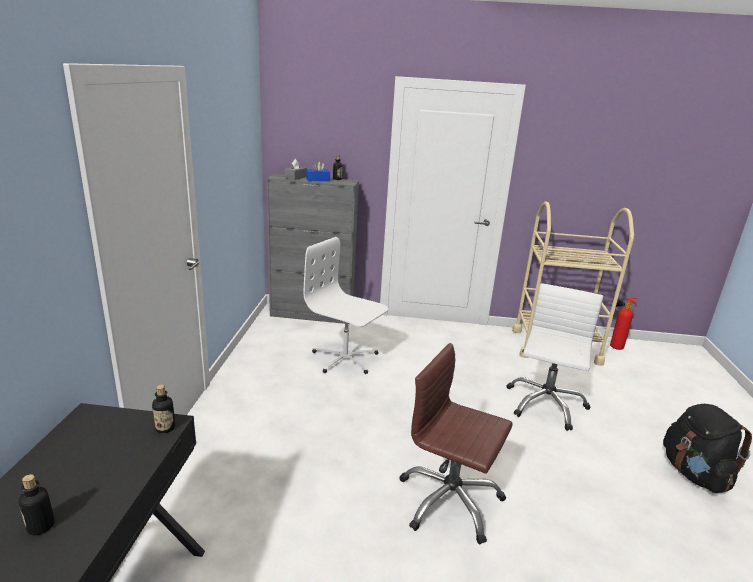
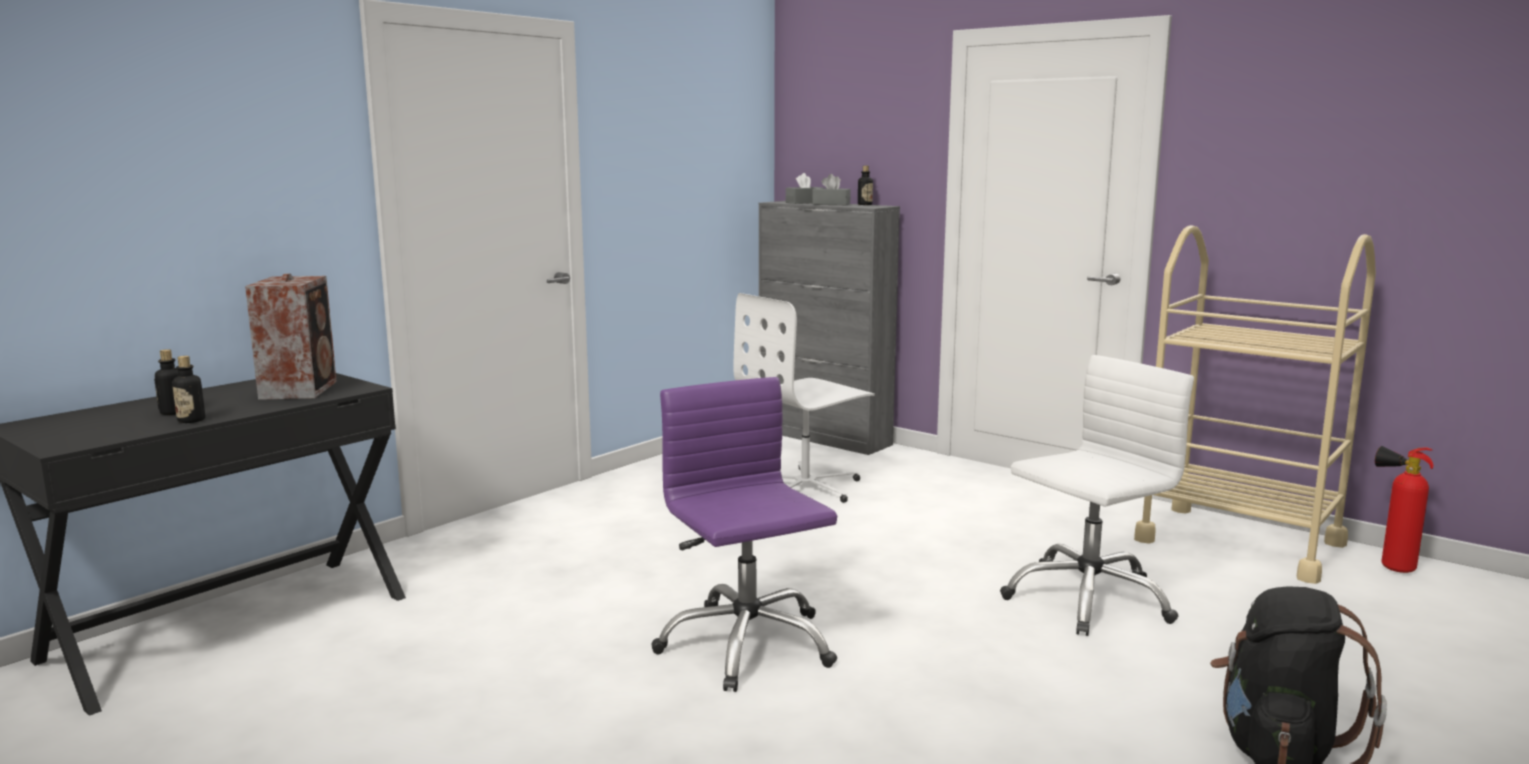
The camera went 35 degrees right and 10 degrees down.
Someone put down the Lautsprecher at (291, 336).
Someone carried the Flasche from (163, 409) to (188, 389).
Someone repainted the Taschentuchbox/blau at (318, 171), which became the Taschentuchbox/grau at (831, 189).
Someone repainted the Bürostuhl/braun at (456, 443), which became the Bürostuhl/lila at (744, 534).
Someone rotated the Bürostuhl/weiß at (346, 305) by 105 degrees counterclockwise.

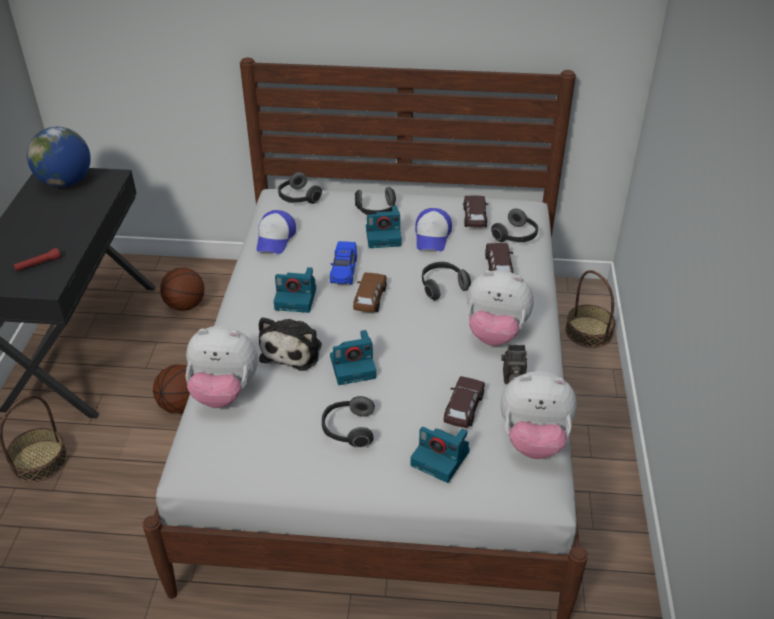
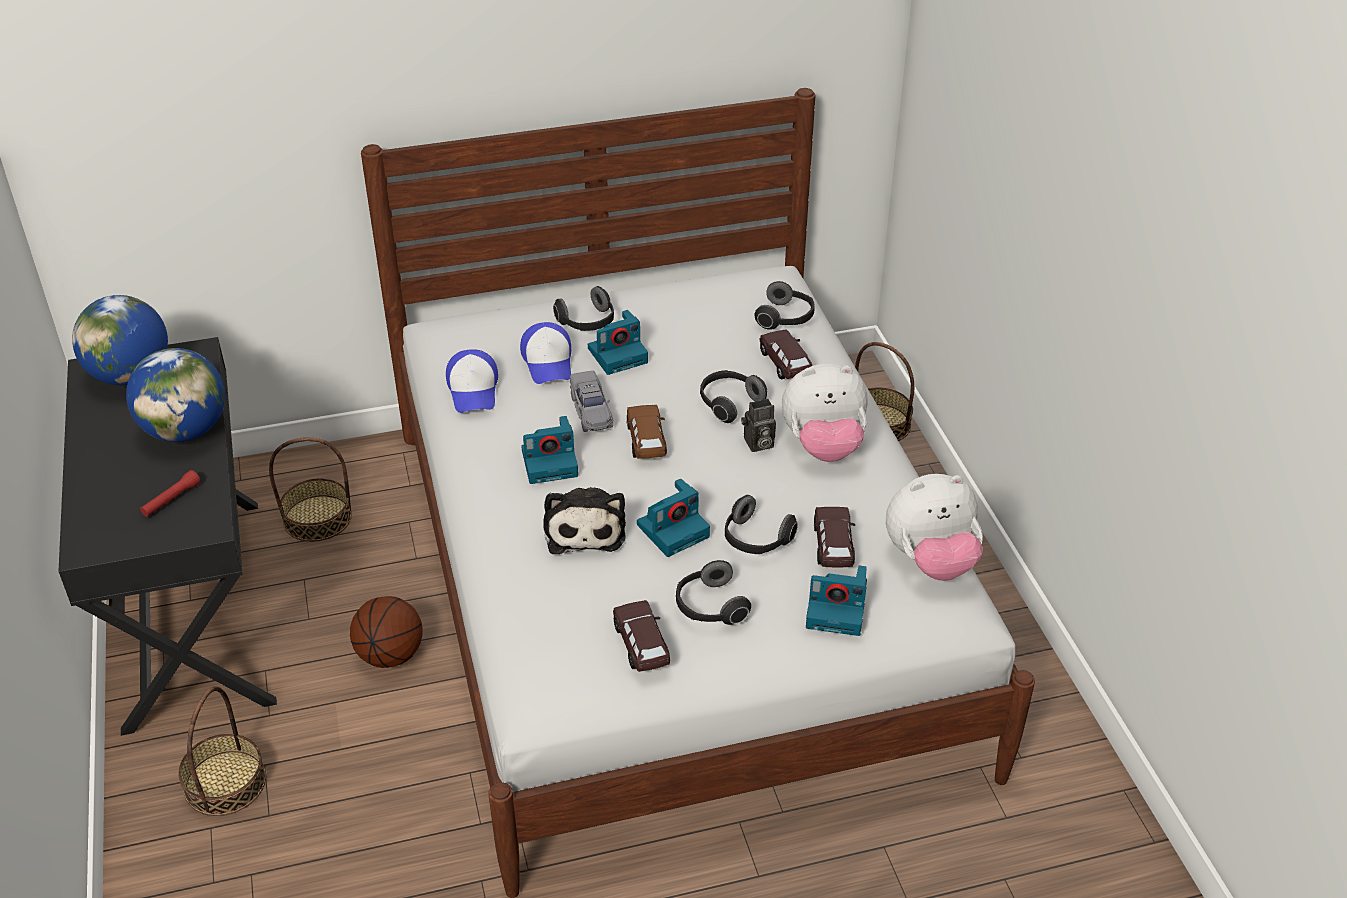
The camera went 20 degrees left and 0 degrees up.
Someone took away the Plüschtier at (221, 367).
Someone put down the Globus at (175, 395).
Someone carried the Kopfhörer from (300, 188) to (761, 524).
Someone carried the Kappe from (433, 229) to (545, 353).
Someone carried the Spielzeugauto/braun from (475, 211) to (641, 636).
Someone carried the Kamera from (514, 364) to (758, 425).
Someone swapped the Basketball at (182, 289) for the Korb at (310, 489).
Someone repainted the Spielzeugauto/blau at (343, 262), which became the Spielzeugauto/grau at (591, 401).

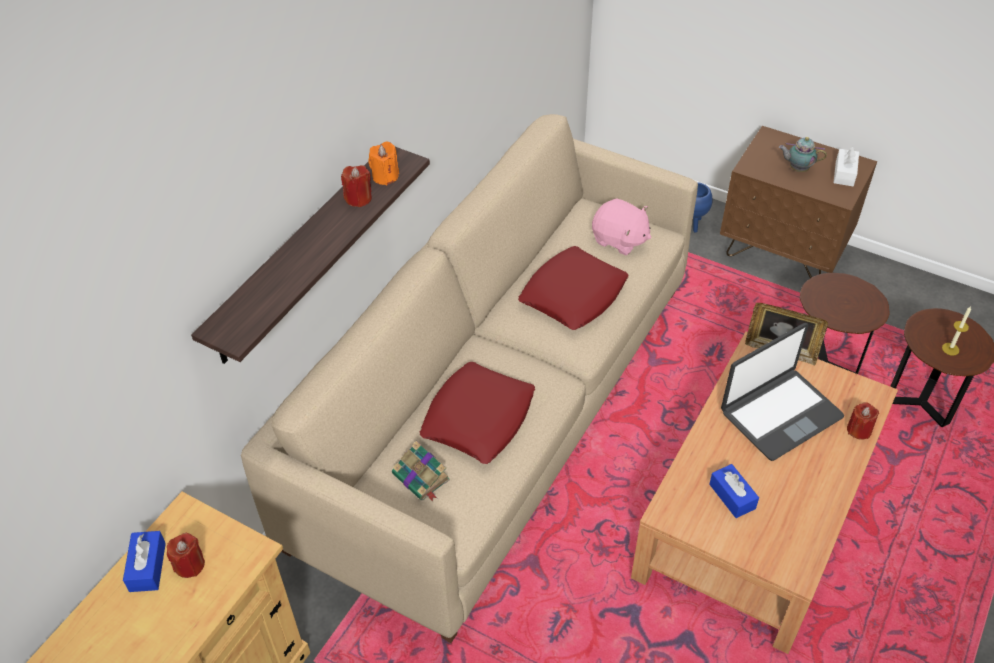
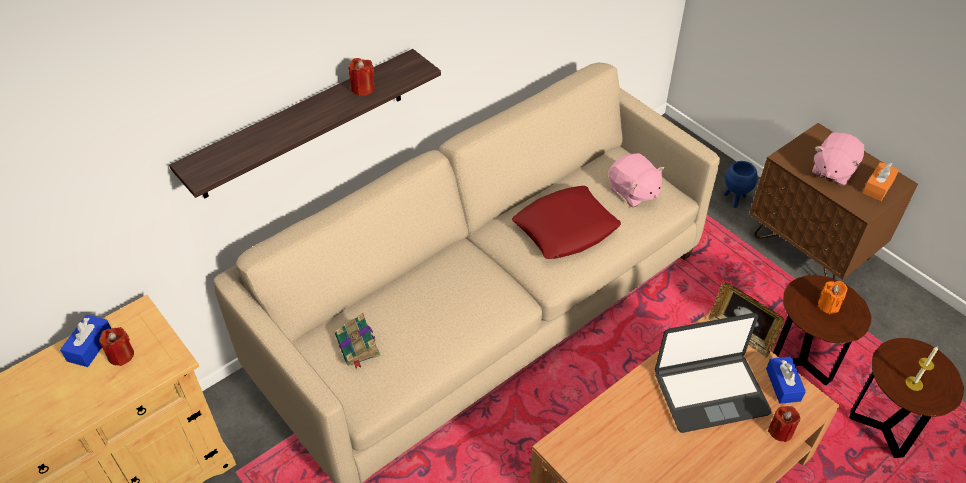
The camera went 20 degrees right and 0 degrees up.
Someone took away the Kissen/rot at (477, 413).
Someone carried the Kerze/orange from (383, 163) to (833, 297).
Someone carried the Taschentuchbox/blau from (734, 491) to (786, 380).
Someone swapped the Teekanne at (803, 154) for the Plüschtier/rosa at (838, 159).
Someone repainted the Taschentuchbox/weiß at (846, 166), which became the Taschentuchbox/orange at (880, 181).

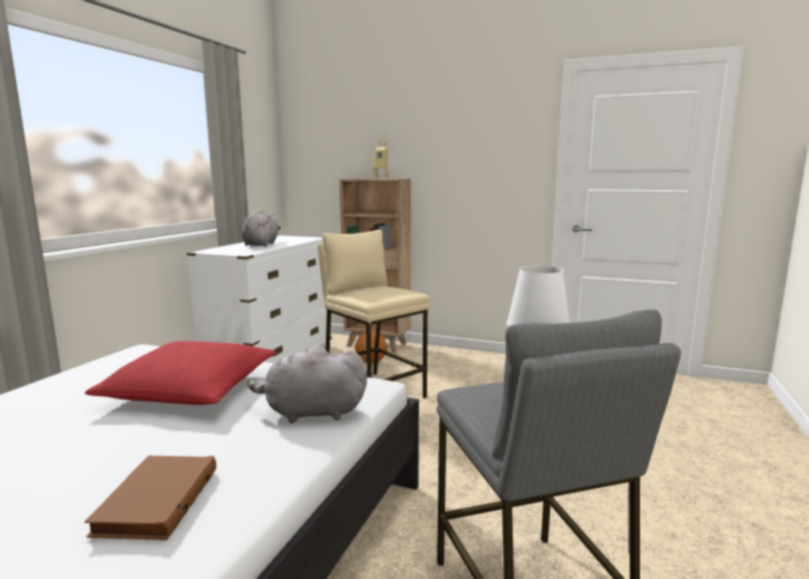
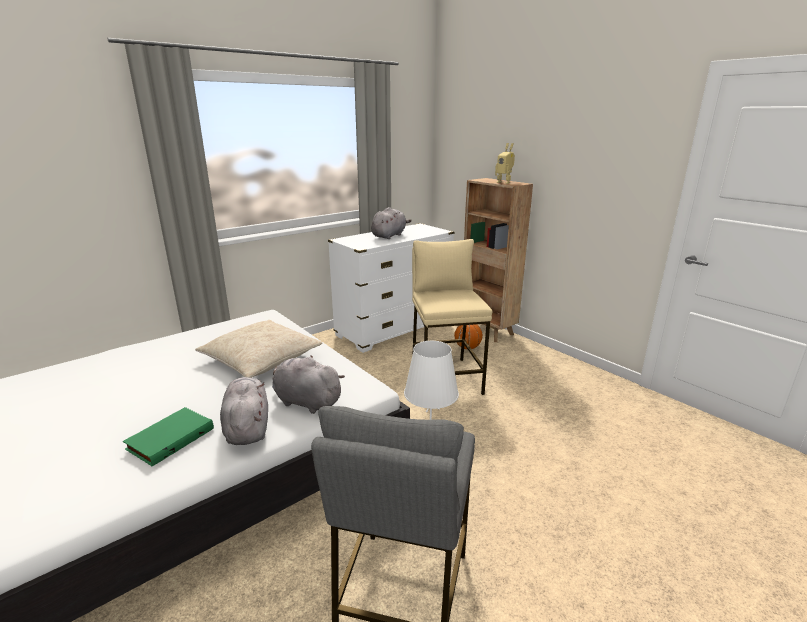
The camera went 30 degrees right and 10 degrees up.
Someone put down the Plüschtier/grau at (244, 411).
Someone repainted the Buch/braun at (150, 498), which became the Buch/grün at (168, 436).
Someone repainted the Kissen/rot at (180, 373), which became the Kissen/beige at (258, 349).

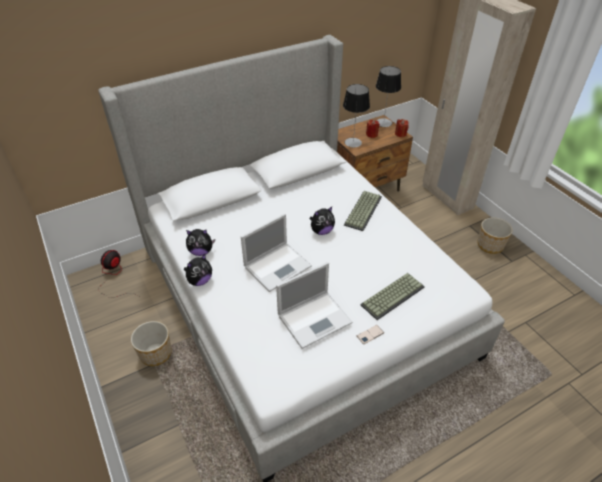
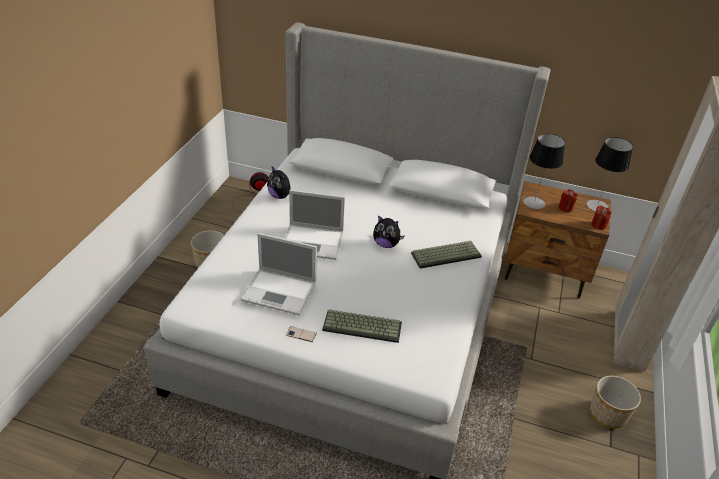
The camera went 45 degrees right and 5 degrees down.
Someone took away the Plüschtier at (198, 270).

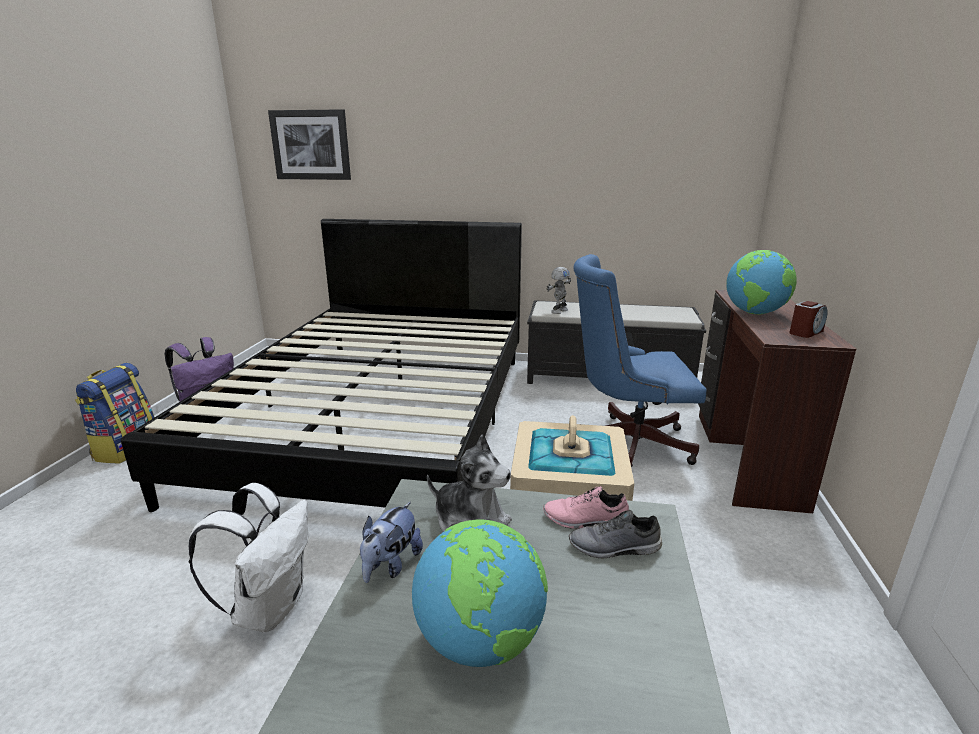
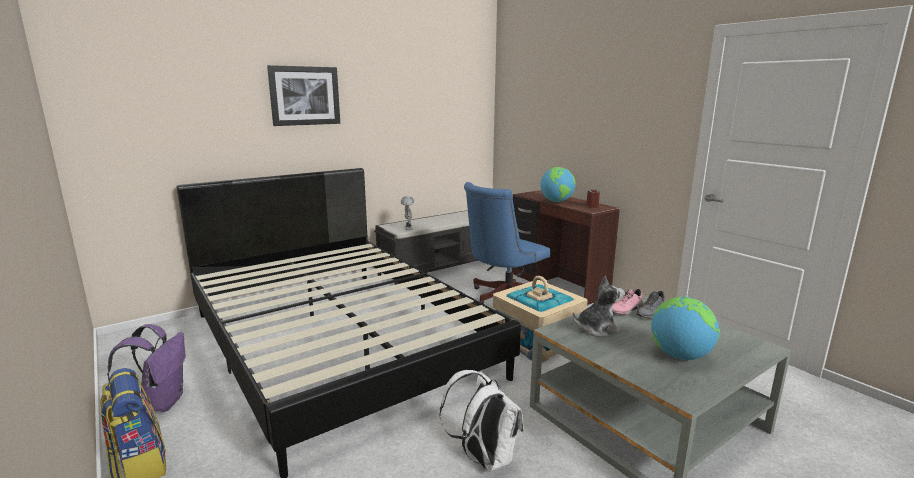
The camera went 45 degrees left and 5 degrees down.
Someone took away the Plüschtier at (391, 542).
Someone carried the Bild from (309, 144) to (303, 95).

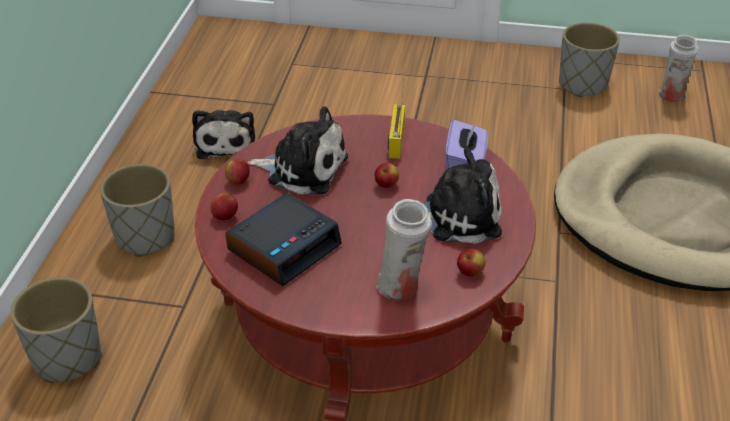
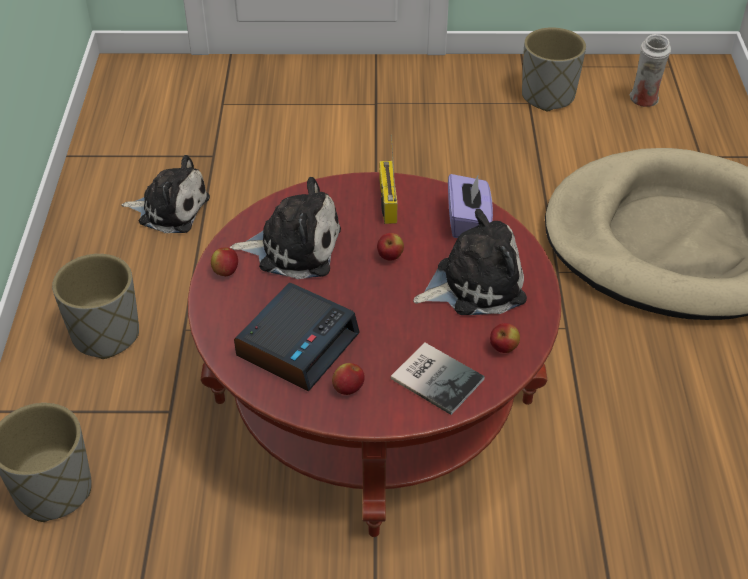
The camera went 10 degrees left and 5 degrees up.
Someone carried the Apfel from (224, 207) to (348, 379).
Someone swapped the Vase/weiß at (404, 249) for the Buch at (438, 379).
Someone rotated the Plüschtier at (223, 134) by 60 degrees counterclockwise.

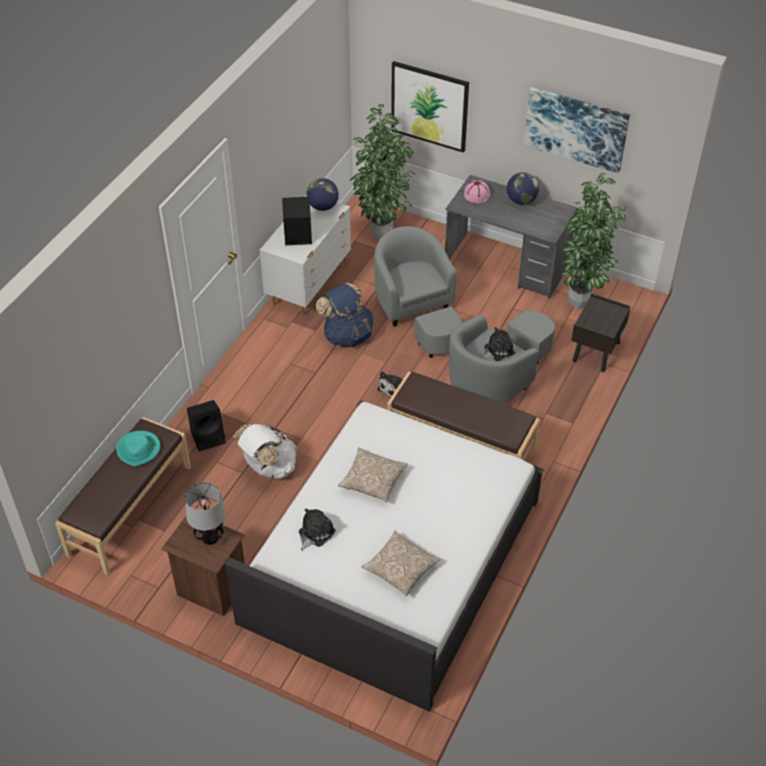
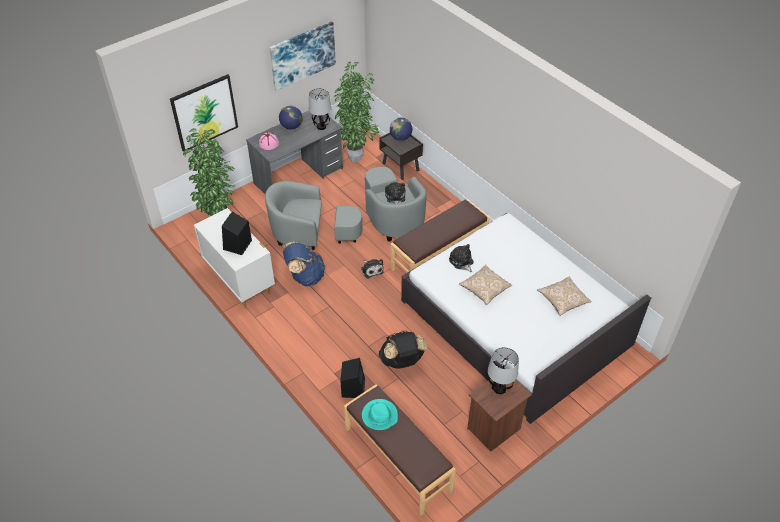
The camera went 65 degrees left and 0 degrees up.
Someone put down the Tischlampe at (320, 109).
Someone carried the Plüschtier from (317, 530) to (461, 258).
Someone carried the Globus from (322, 194) to (401, 129).
Someone repainted the Rucksack/weiß at (264, 451), which became the Rucksack/schwarz at (403, 349).

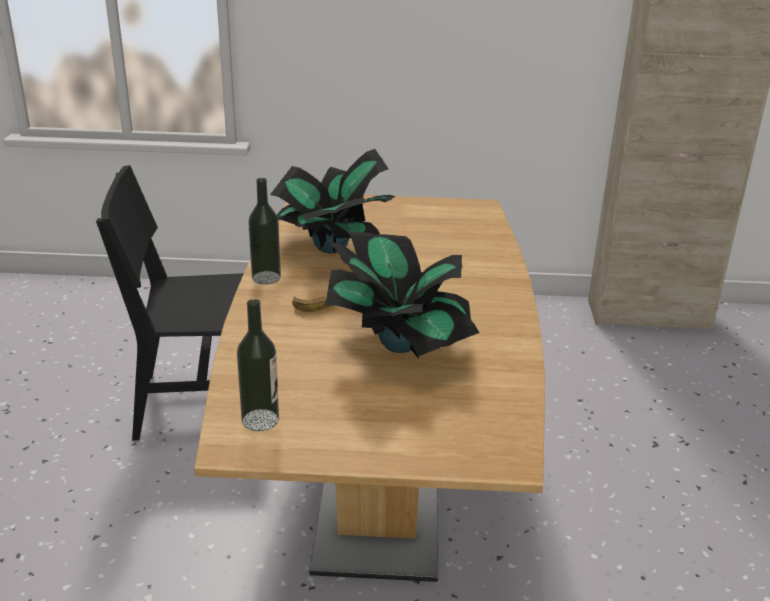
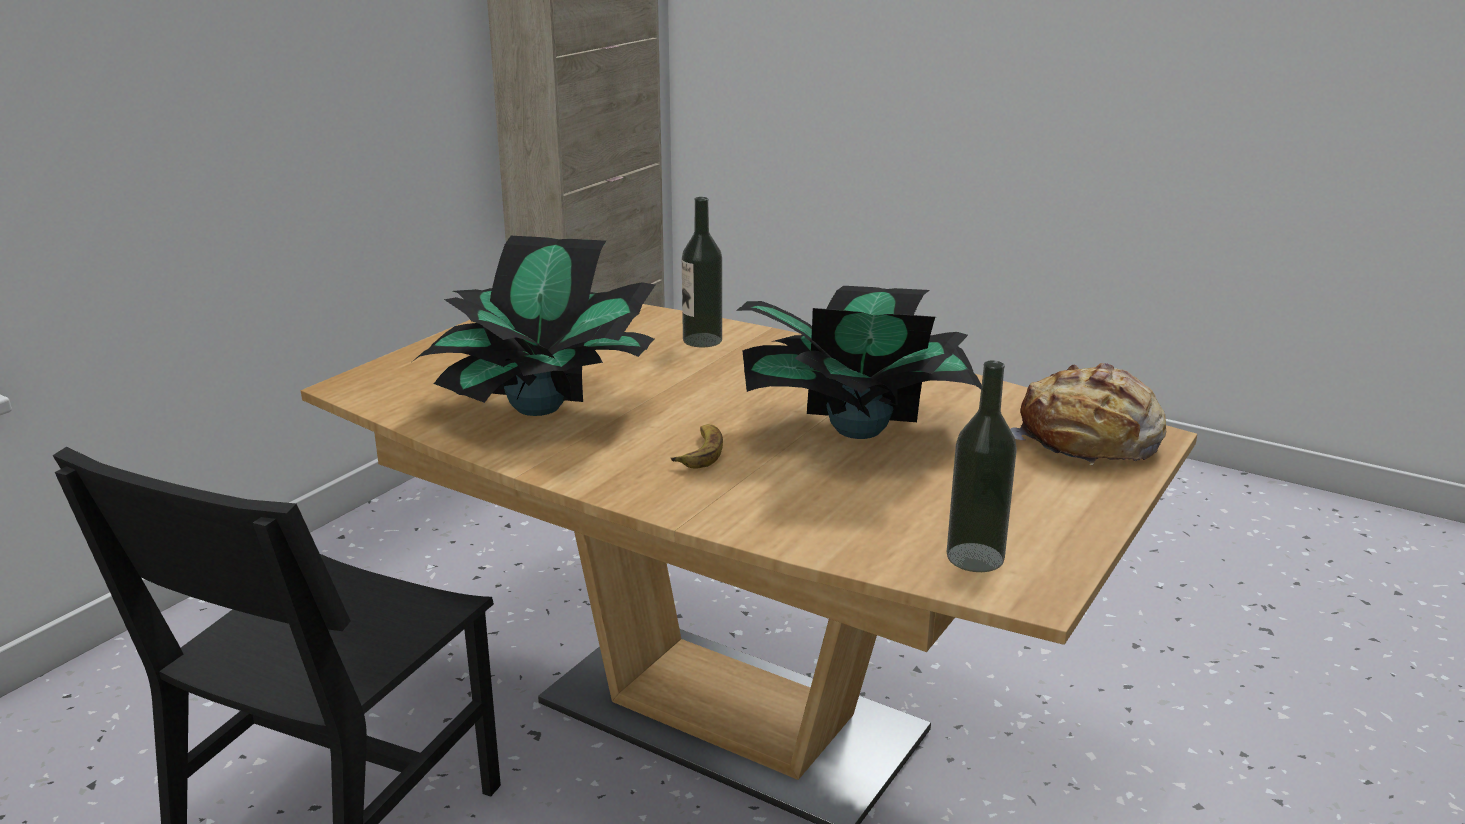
The camera went 60 degrees left and 5 degrees down.
Someone put down the Brot at (1088, 414).
Someone carried the Flasche from (264, 231) to (702, 272).

